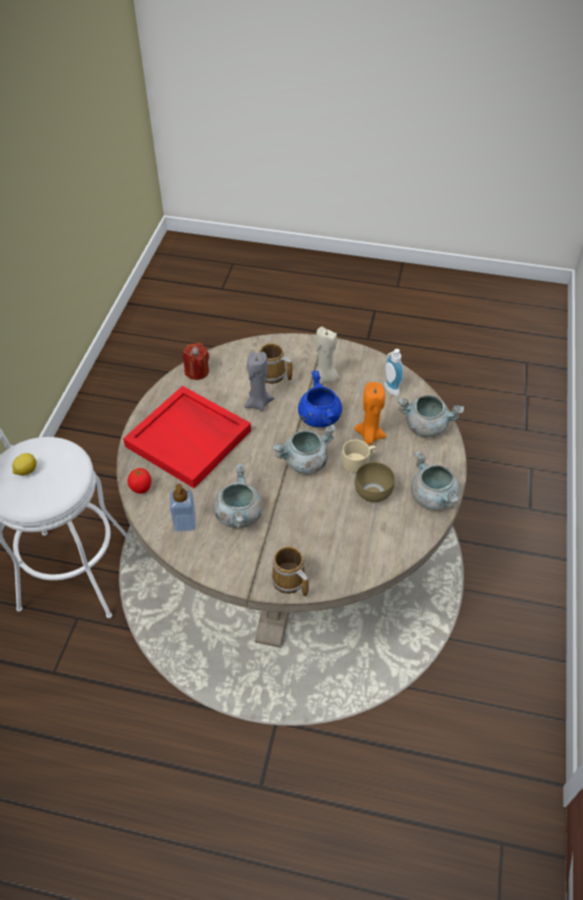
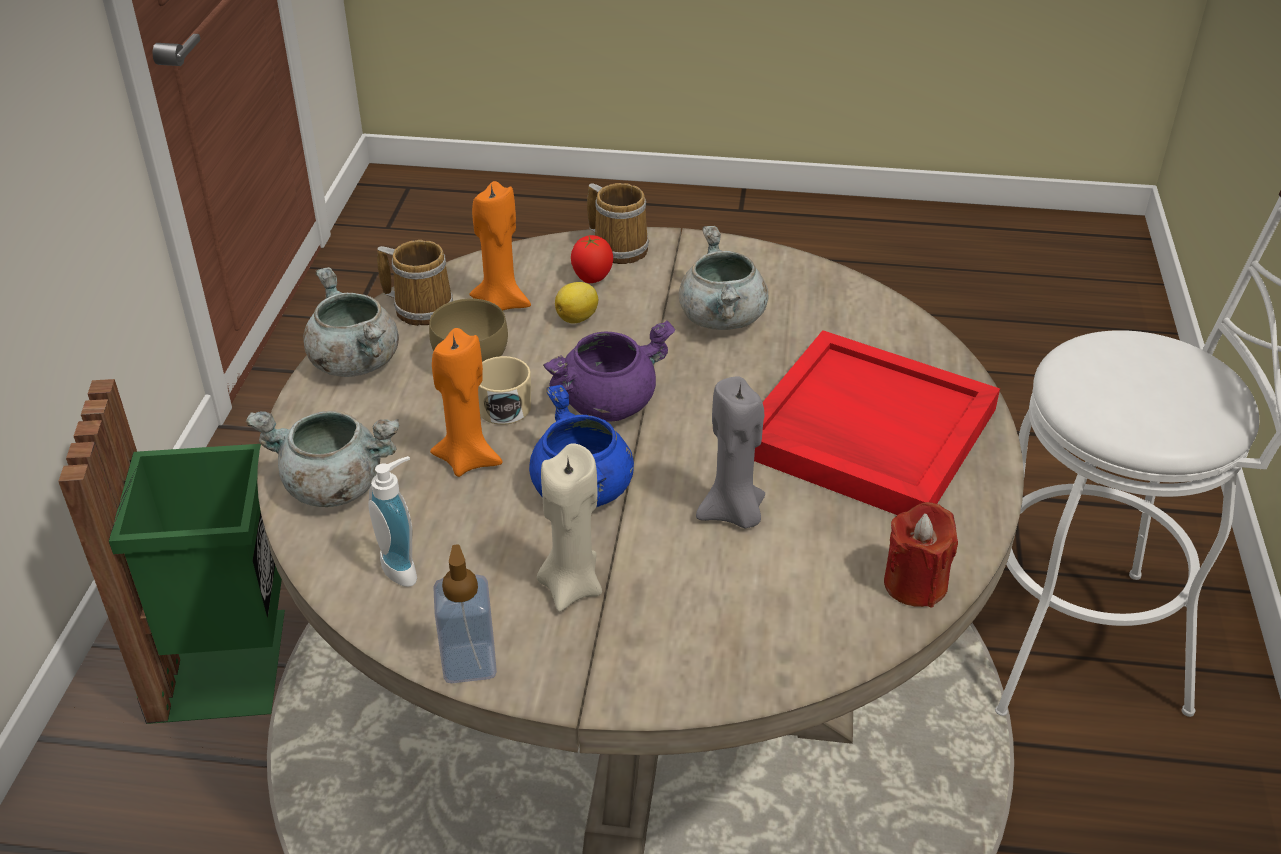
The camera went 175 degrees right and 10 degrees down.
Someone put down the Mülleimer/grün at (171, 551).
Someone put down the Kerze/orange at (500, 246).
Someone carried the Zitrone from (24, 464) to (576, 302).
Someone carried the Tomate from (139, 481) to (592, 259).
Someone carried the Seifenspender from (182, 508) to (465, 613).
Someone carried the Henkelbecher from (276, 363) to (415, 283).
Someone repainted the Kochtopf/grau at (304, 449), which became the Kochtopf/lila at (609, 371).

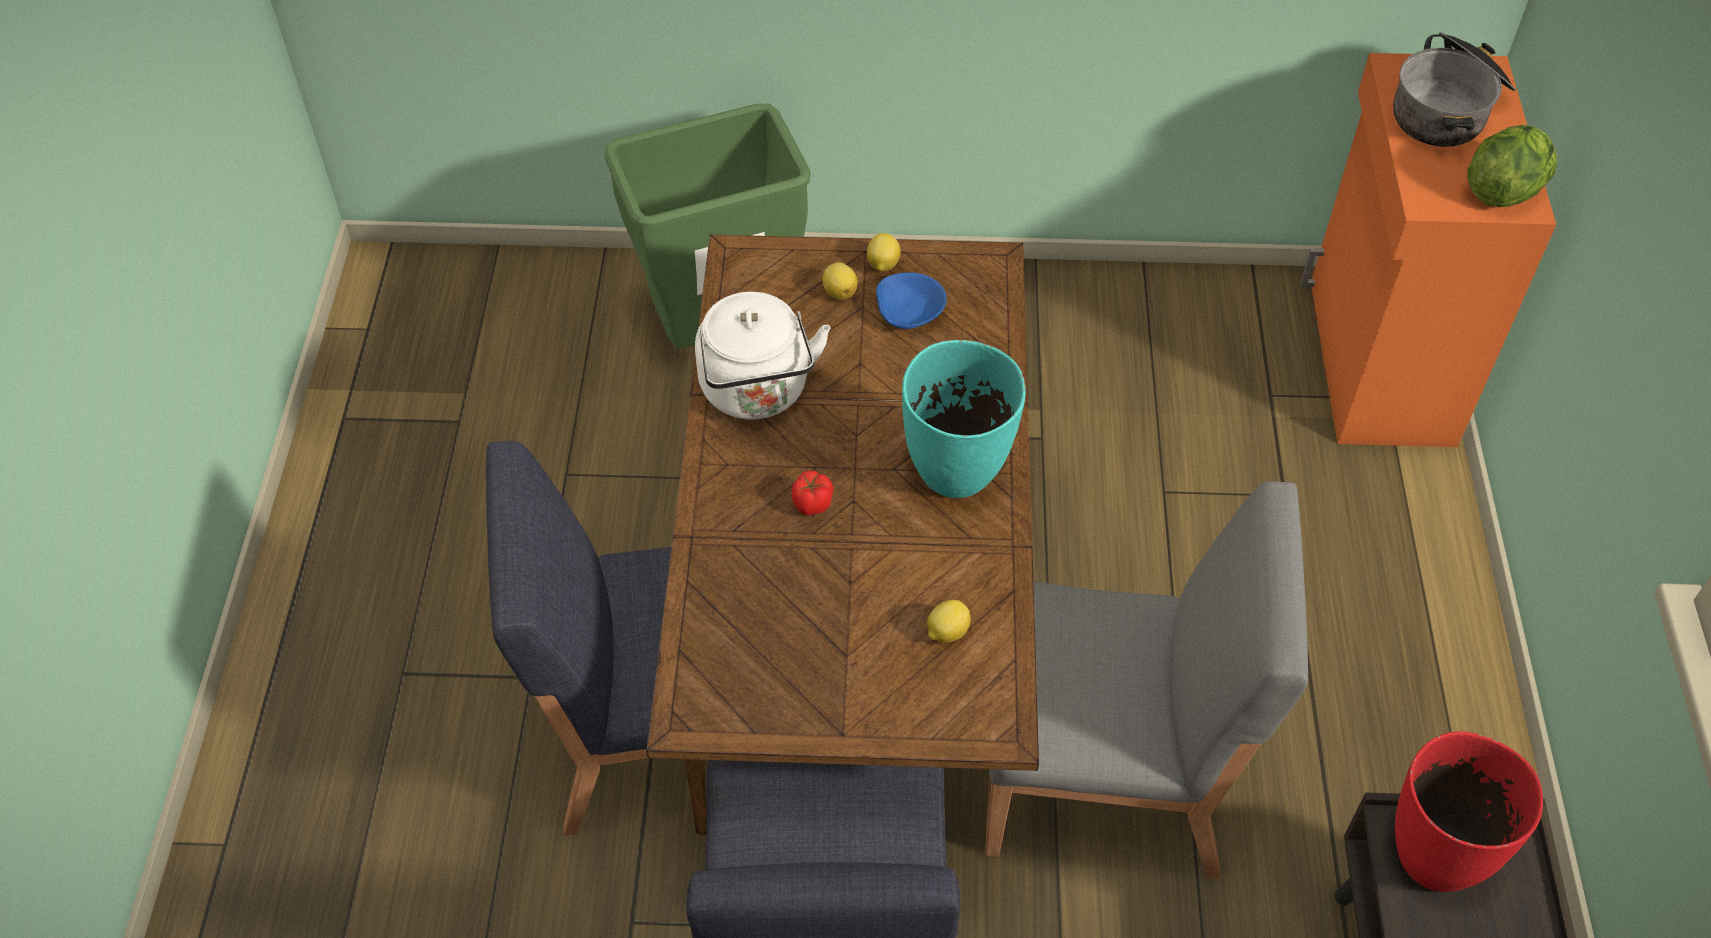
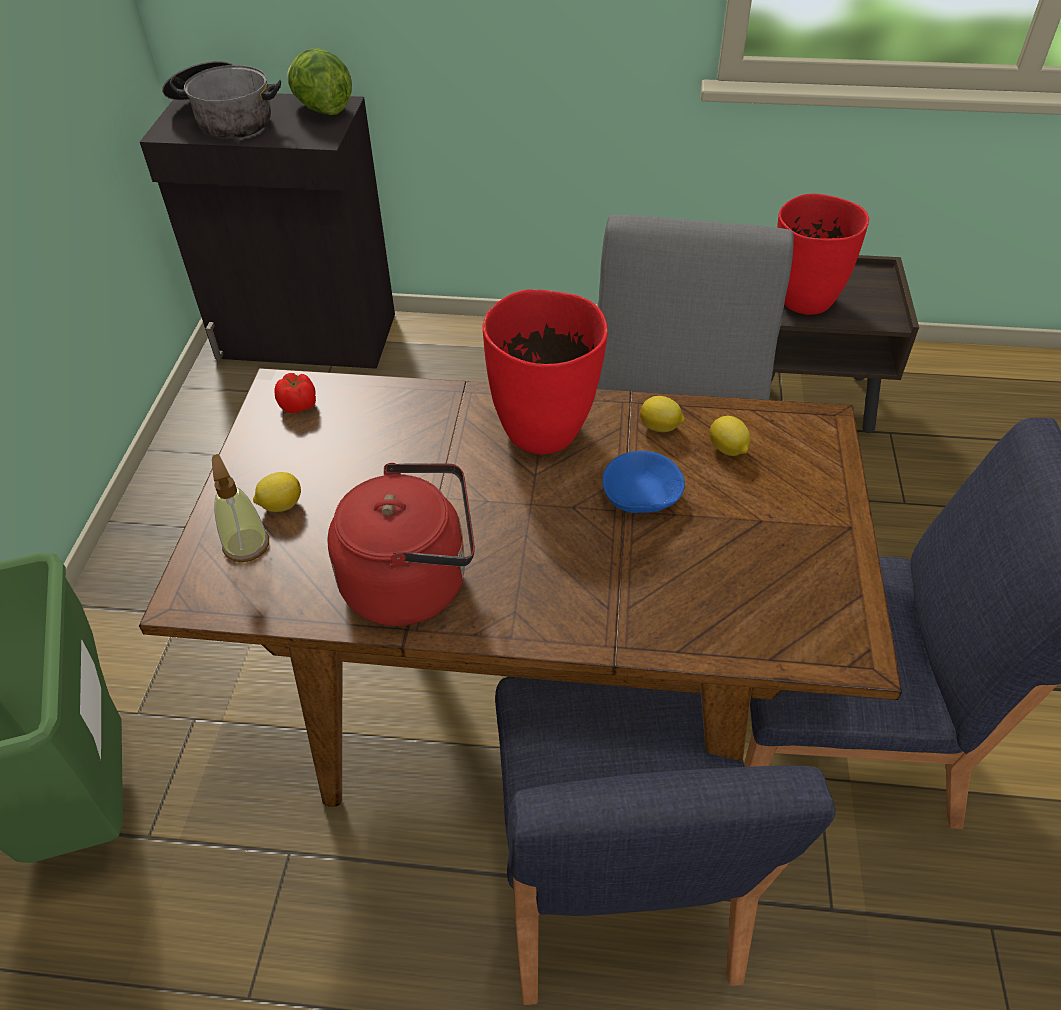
The camera went 85 degrees left and 5 degrees down.
Someone put down the Seifenspender at (240, 508).
Someone carried the Tomate from (813, 493) to (295, 393).
Someone carried the Zitrone from (884, 252) to (662, 414).
Someone carried the Schüssel/blau from (911, 301) to (643, 482).
Someone repainted the Wasserkessel/weiß at (762, 355), which became the Wasserkessel/rot at (401, 544).
Someone repainted the Vase/türkis at (964, 419), which became the Vase/rot at (545, 371).
Someone repainted the Schrank/orange at (1428, 250), which became the Schrank/schwarz at (267, 231).

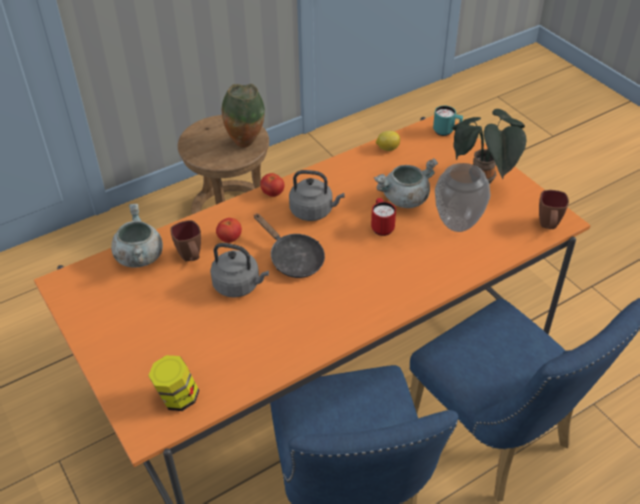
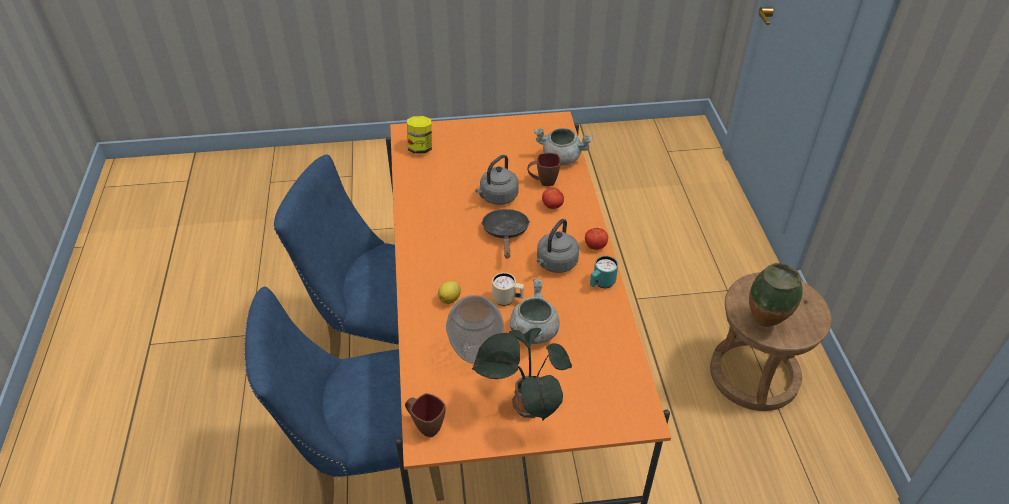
The camera went 115 degrees right and 0 degrees up.
Someone carried the Zitrone from (387, 141) to (449, 292).
Someone carried the Henkelbecher/türkis from (448, 121) to (604, 272).
Someone repainted the Henkelbecher/rot at (383, 217), which became the Henkelbecher/beige at (508, 289).
Someone rotated the Pfanne/schwarz at (289, 245) by 105 degrees clockwise.

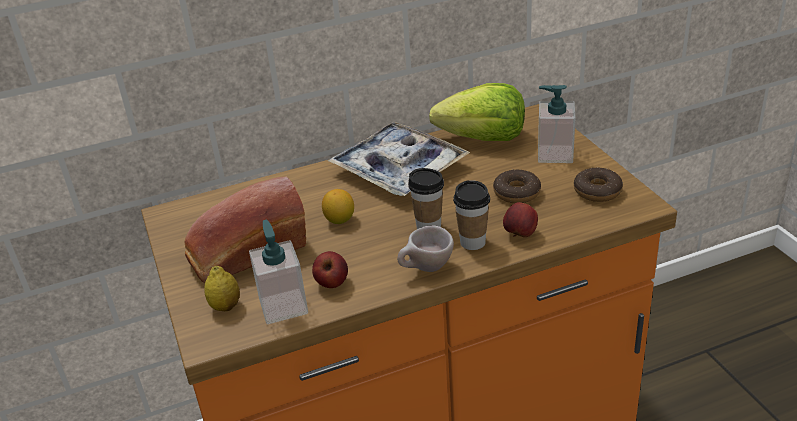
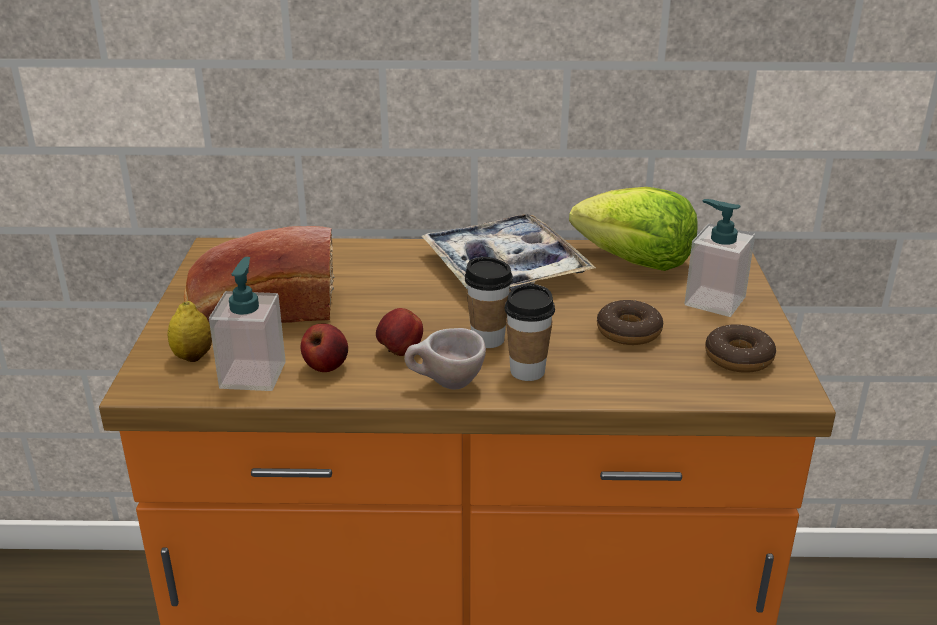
The camera went 20 degrees right and 5 degrees down.
Someone took away the Zitrone at (338, 206).
Someone carried the Apfel from (520, 219) to (399, 332).

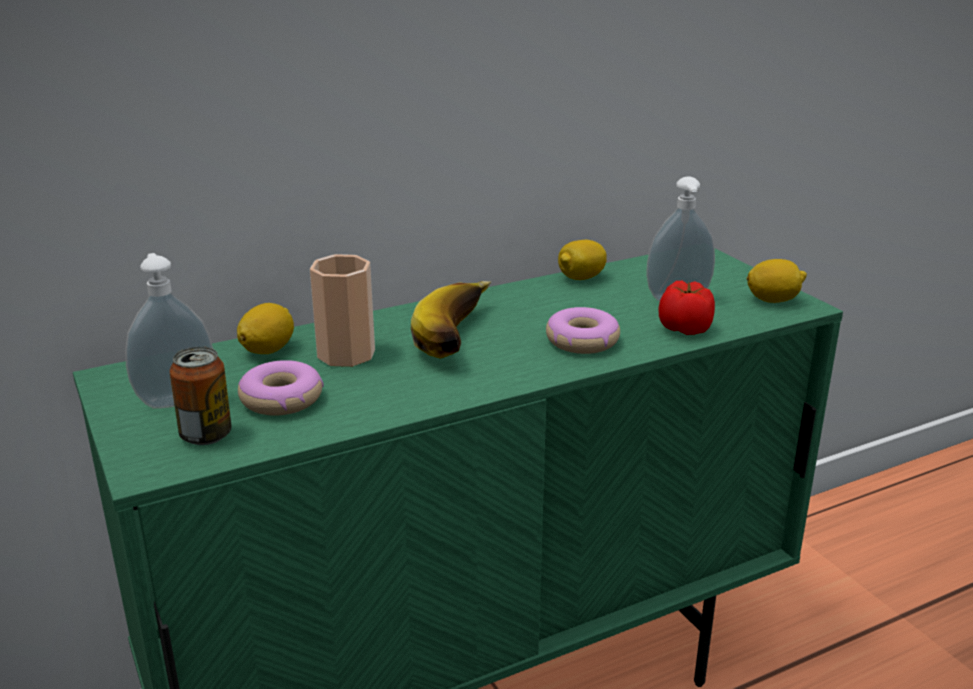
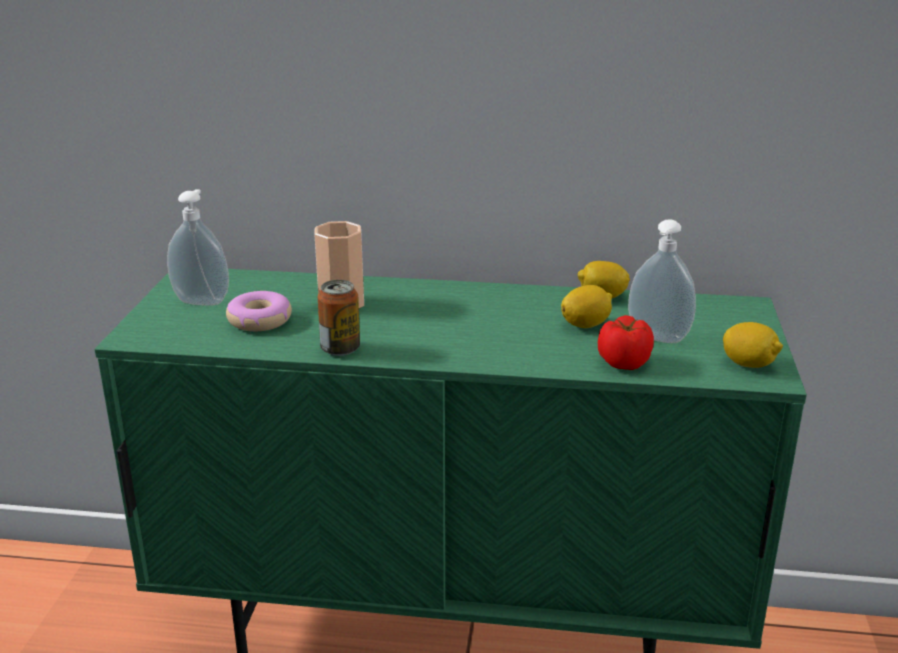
The camera went 35 degrees right and 0 degrees up.
Someone took away the Banane at (451, 320).
Someone took away the Donut at (583, 330).
Someone carried the Dose from (201, 396) to (339, 318).
Someone carried the Zitrone from (265, 328) to (586, 306).

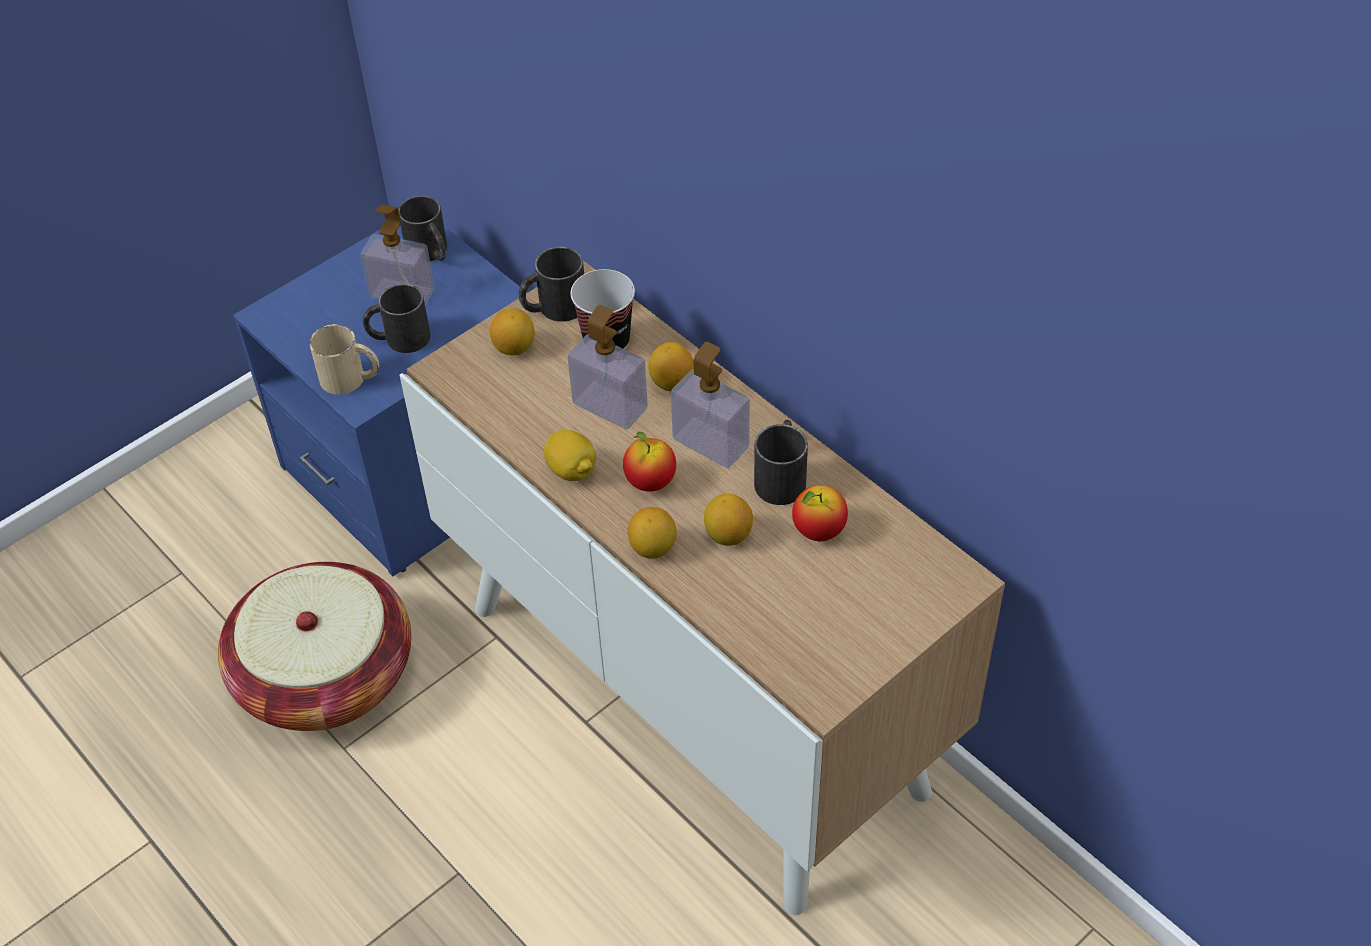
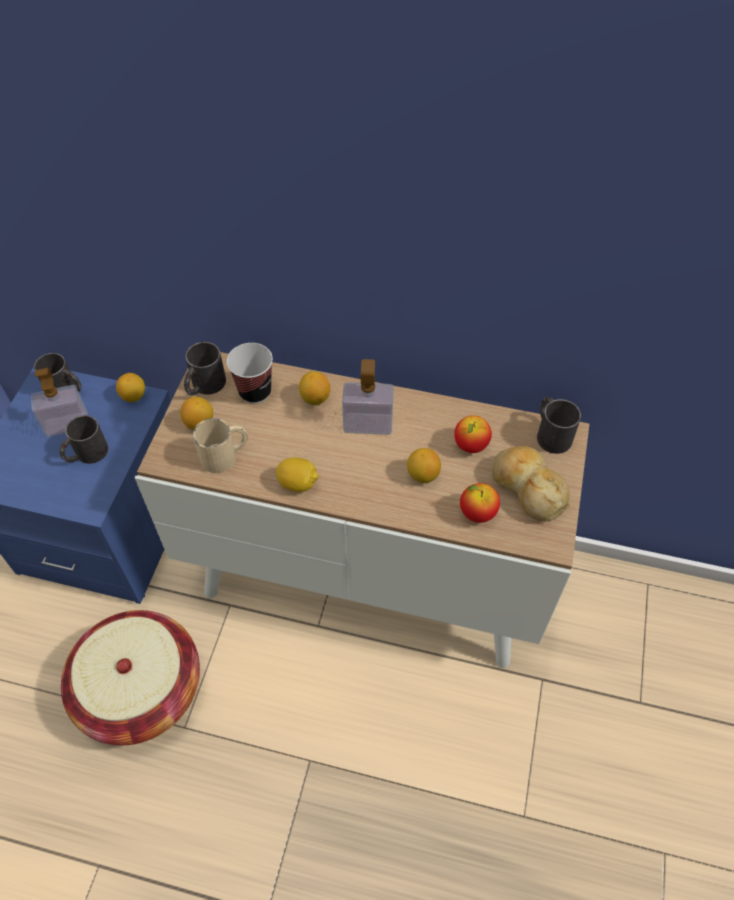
The camera went 35 degrees left and 5 degrees up.
Someone took away the Seifenspender at (608, 367).
Someone put down the Brot at (531, 484).
Someone carried the Henkelbecher/beige from (344, 359) to (220, 445).
Someone carried the Apfel from (649, 462) to (480, 503).
Someone carried the Zitrone from (652, 533) to (130, 387).
Someone carried the Henkelbecher/schwarz from (781, 462) to (559, 425).

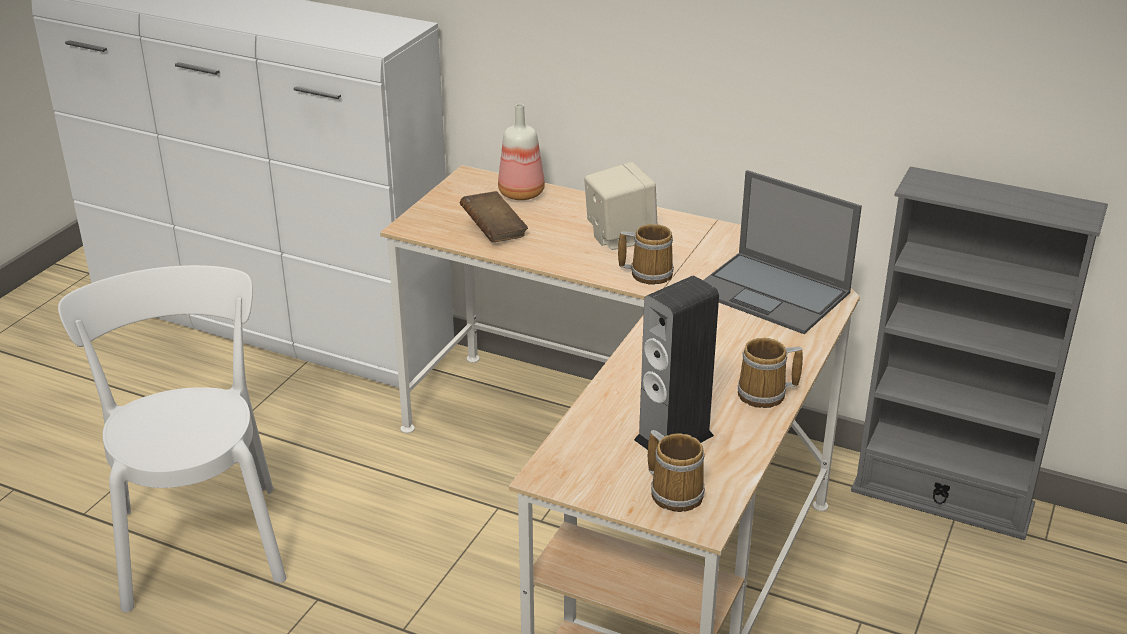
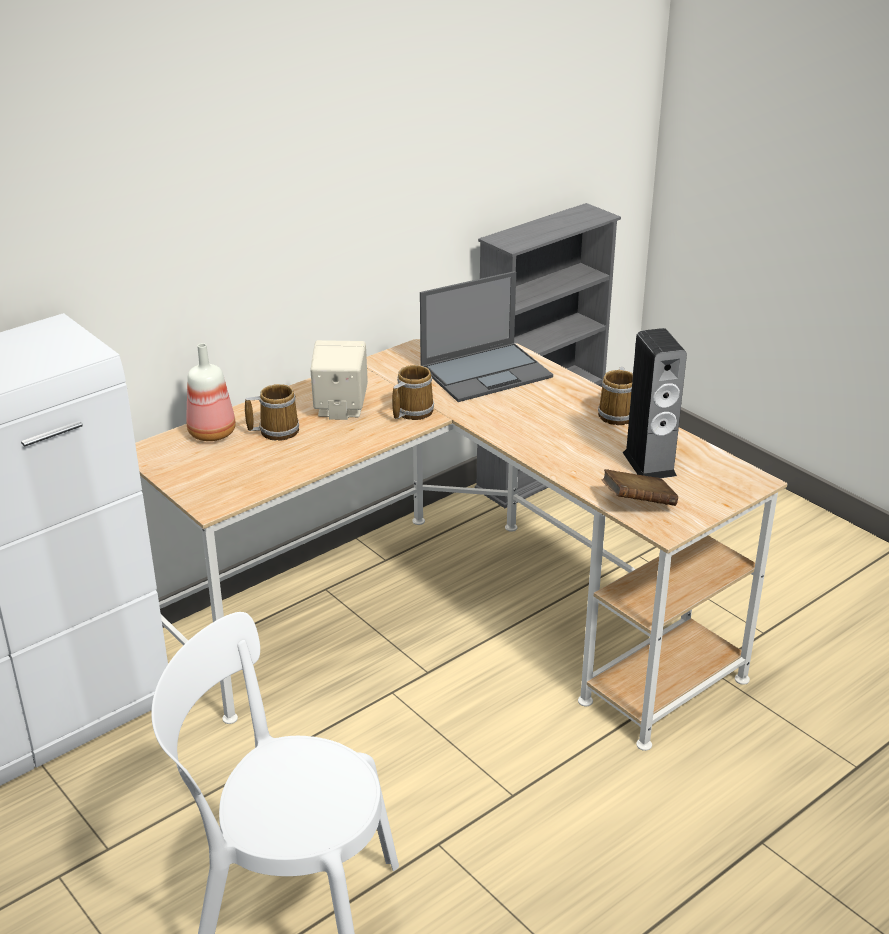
The camera went 65 degrees left and 0 degrees up.
Someone carried the Buch/braun from (494, 216) to (640, 487).
Someone carried the Henkelbecher from (676, 471) to (272, 412).

